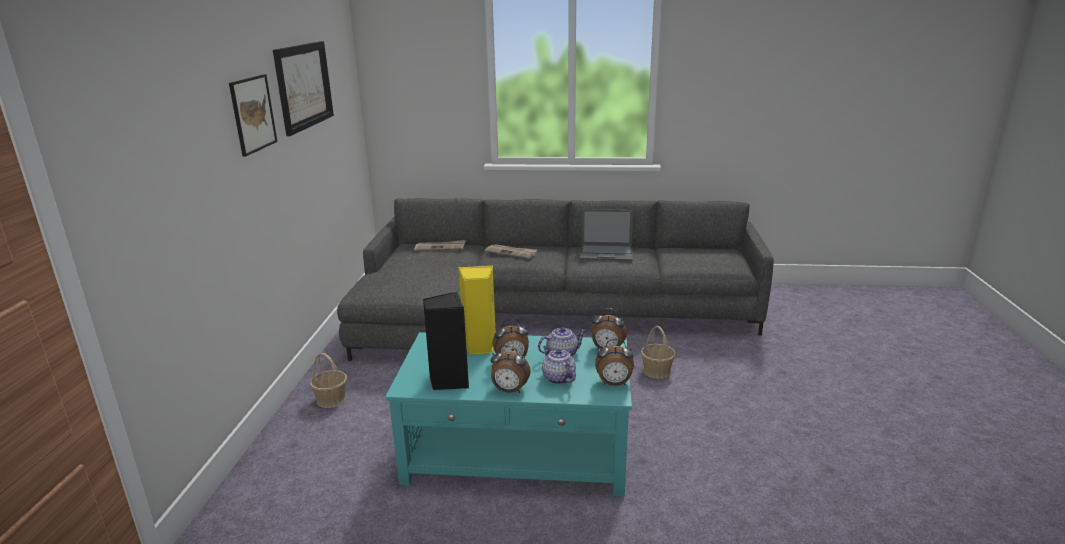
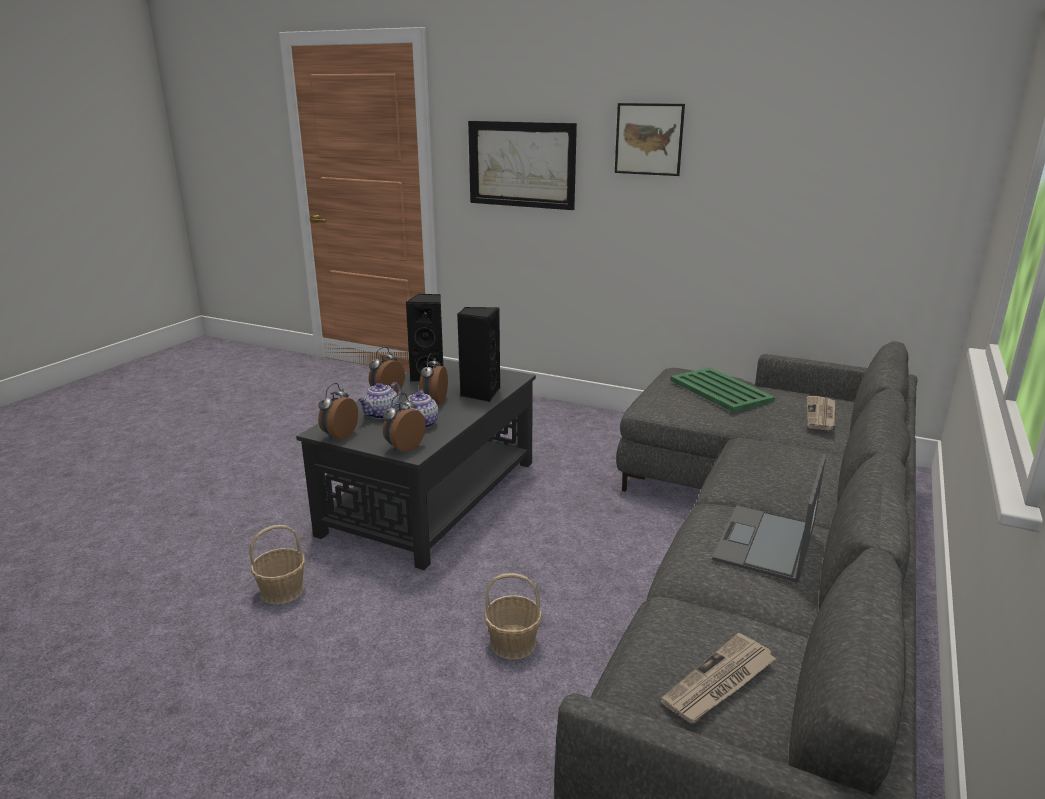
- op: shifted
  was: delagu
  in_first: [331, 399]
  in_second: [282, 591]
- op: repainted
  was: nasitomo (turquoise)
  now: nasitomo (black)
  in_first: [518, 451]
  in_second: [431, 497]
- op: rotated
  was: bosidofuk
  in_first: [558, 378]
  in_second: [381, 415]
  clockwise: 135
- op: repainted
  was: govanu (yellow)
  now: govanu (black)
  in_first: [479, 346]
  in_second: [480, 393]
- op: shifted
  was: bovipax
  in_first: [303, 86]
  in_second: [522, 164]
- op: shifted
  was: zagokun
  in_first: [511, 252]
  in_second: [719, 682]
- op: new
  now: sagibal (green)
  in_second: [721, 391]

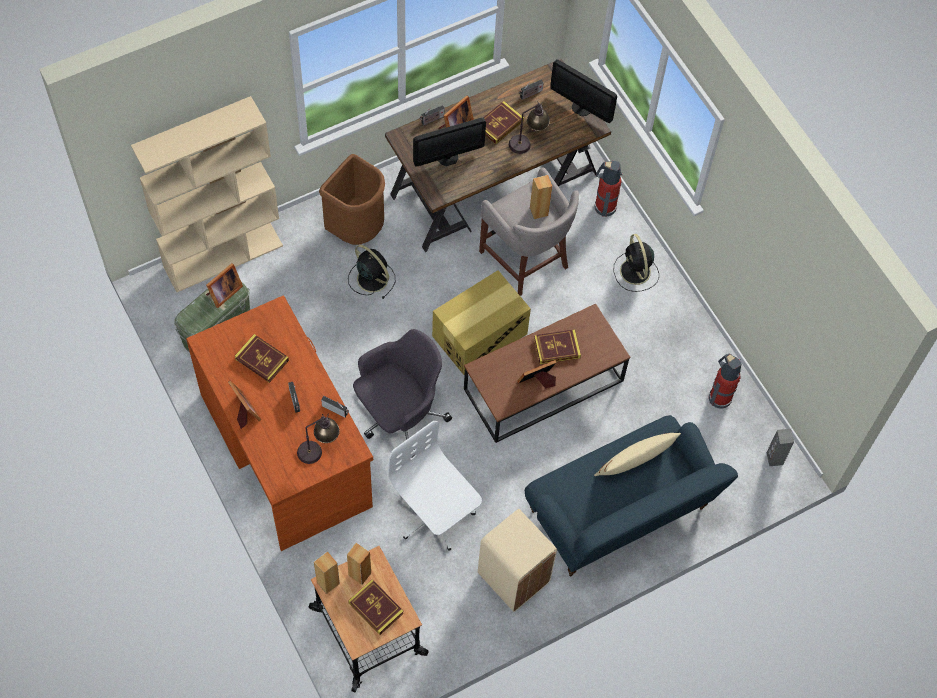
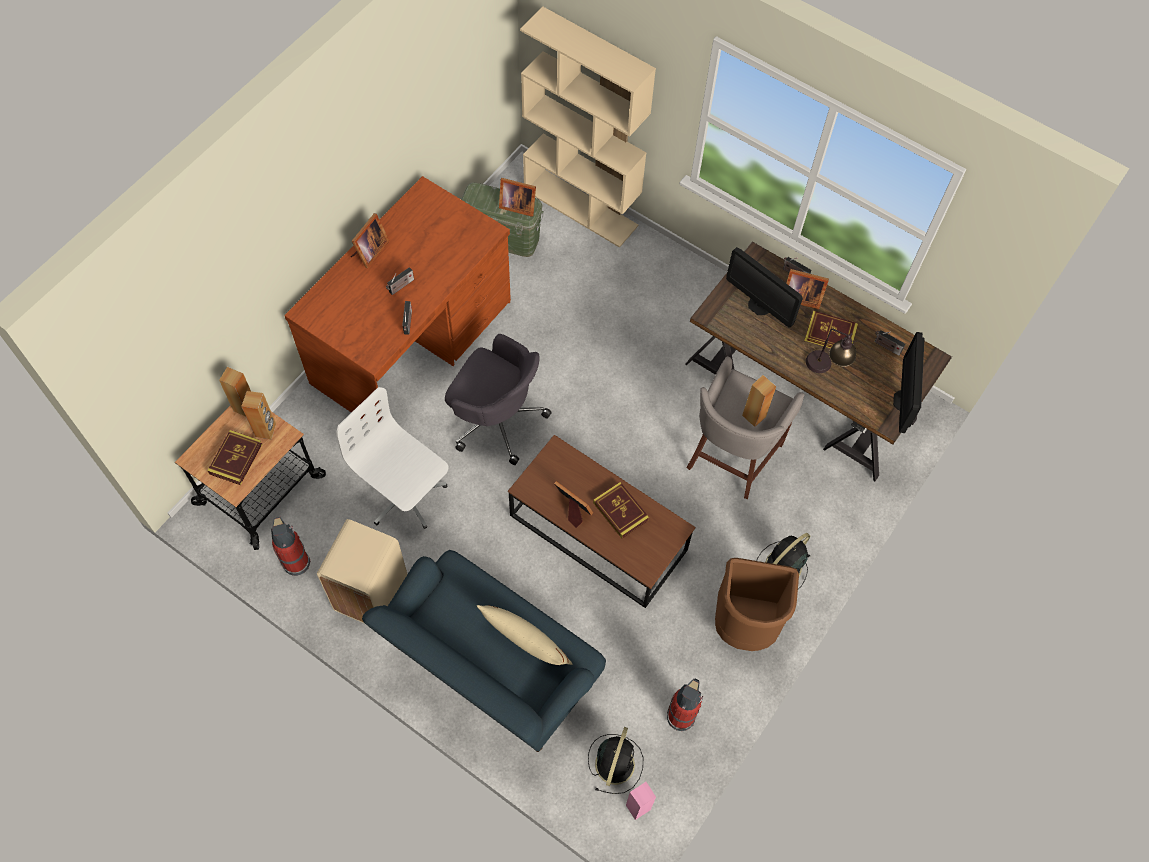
- op: shifted
  was: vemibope
  in_first: [604, 207]
  in_second: [296, 561]
- op: rotated
  was: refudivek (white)
  in_first: [435, 516]
  in_second: [405, 496]
  clockwise: -75
- op: shifted
  was: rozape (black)
  in_first: [371, 278]
  in_second: [615, 762]
- op: repainted
  was: govanu (grey)
  now: govanu (pink)
  in_first: [774, 458]
  in_second: [638, 807]
- op: shifted
  was: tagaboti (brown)
  in_first: [356, 229]
  in_second: [744, 626]
- op: gone
  was: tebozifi
  in_first: [262, 360]
- op: gone
  was: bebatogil
  in_first: [319, 449]
- op: gone
  was: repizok
  in_first: [480, 335]

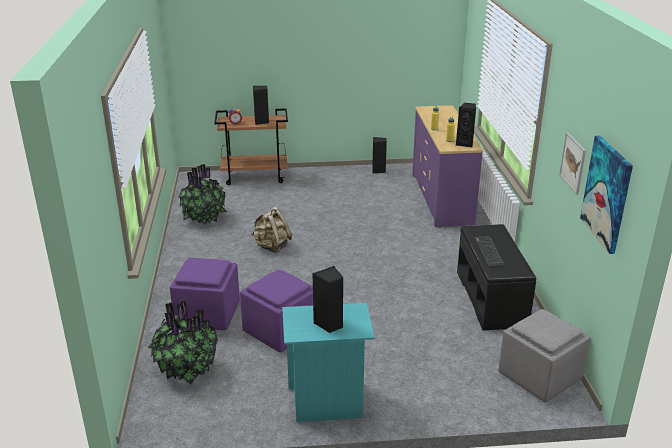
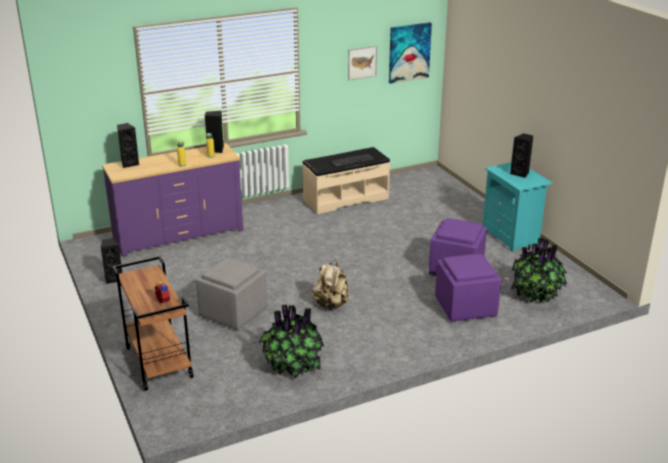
- op: shifted
  was: govanu (black)
  in_first: [261, 121]
  in_second: [129, 164]
- op: shifted
  was: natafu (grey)
  in_first: [539, 376]
  in_second: [232, 313]
- op: repainted
  was: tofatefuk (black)
  now: tofatefuk (beige)
  in_first: [491, 298]
  in_second: [345, 199]

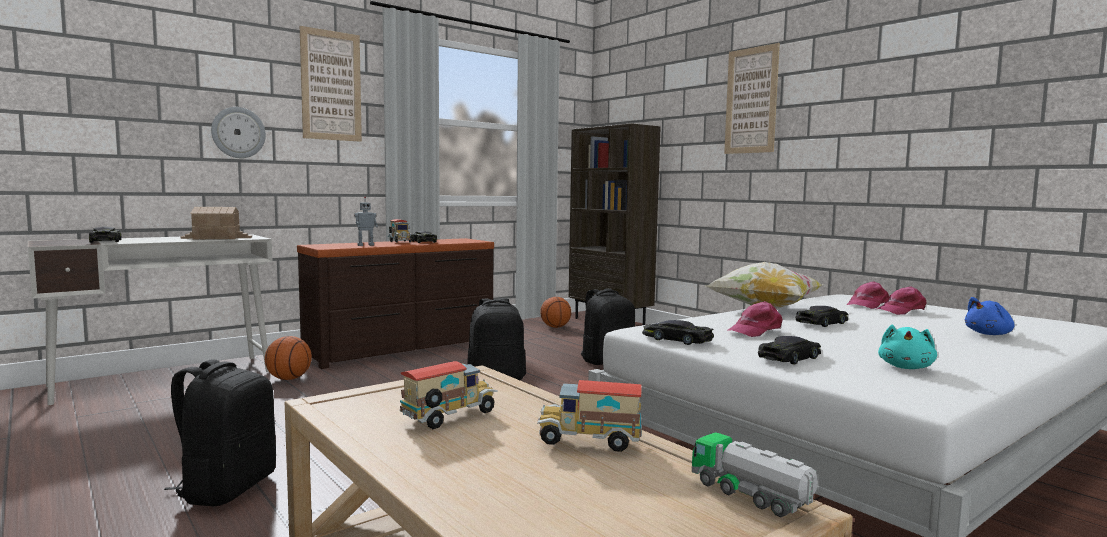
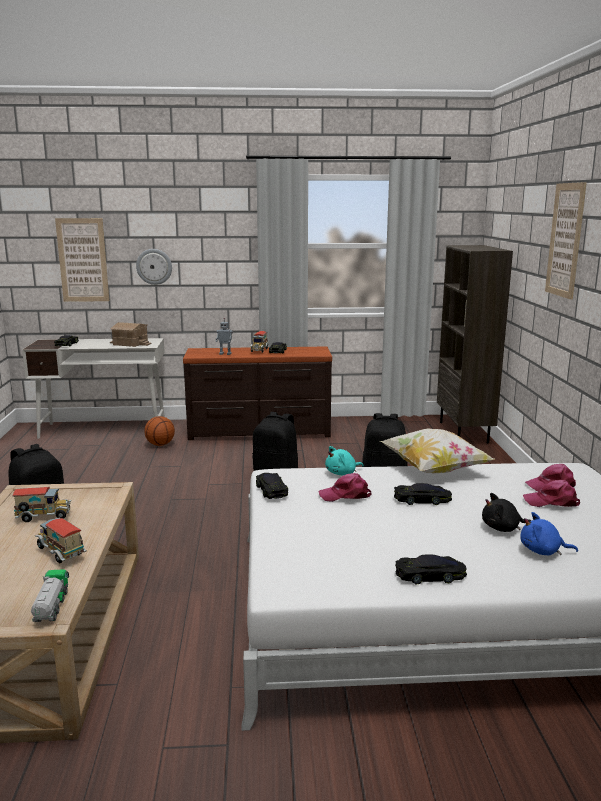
- op: shifted
  was: bovipax
  in_first: [331, 86]
  in_second: [83, 260]
- op: shifted
  was: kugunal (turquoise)
  in_first: [906, 367]
  in_second: [342, 473]
- op: shifted
  was: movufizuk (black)
  in_first: [790, 357]
  in_second: [430, 575]
- op: new
  now: kugunal (black)
  in_second: [503, 528]
- op: gone
  was: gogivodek
  in_first: [555, 327]

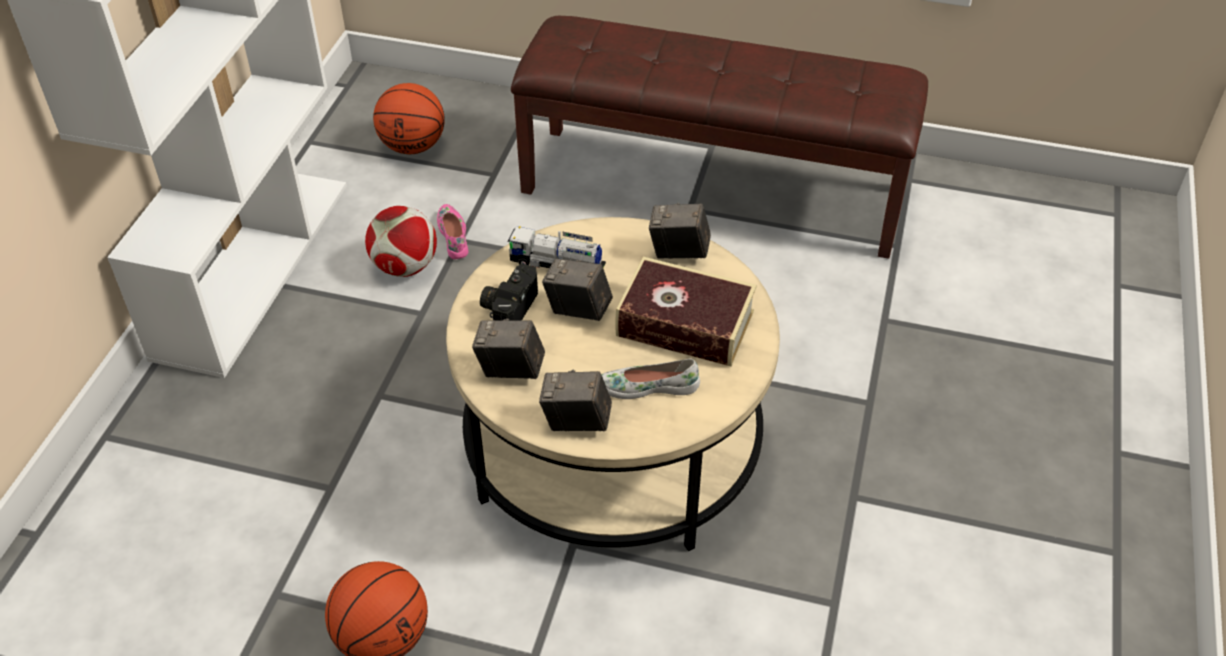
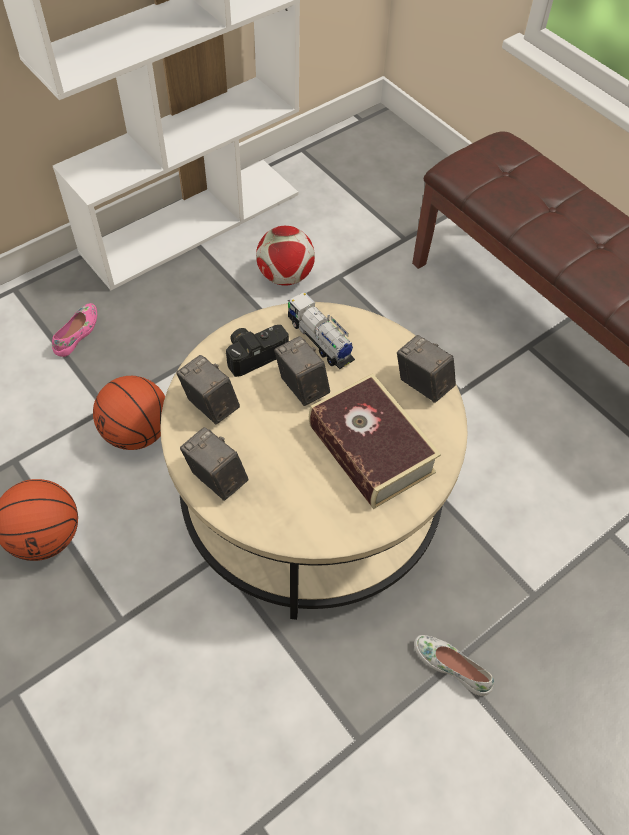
- op: shifted
  was: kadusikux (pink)
  in_first: [454, 236]
  in_second: [77, 333]
- op: shifted
  was: gogivodek
  in_first: [413, 146]
  in_second: [137, 432]
- op: shifted
  was: kadusikux (white)
  in_first: [647, 386]
  in_second: [452, 665]

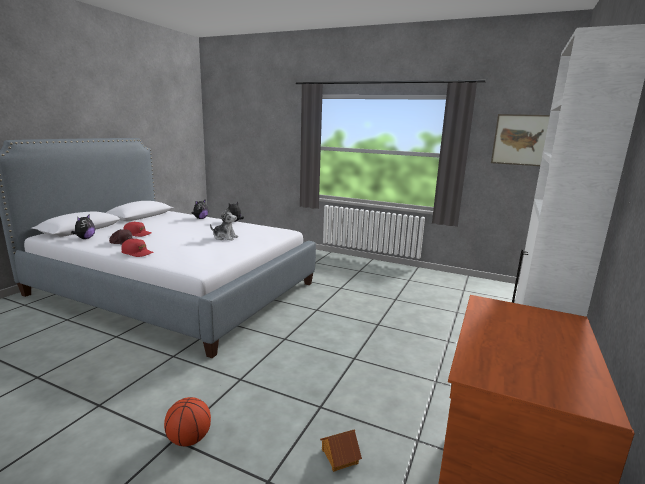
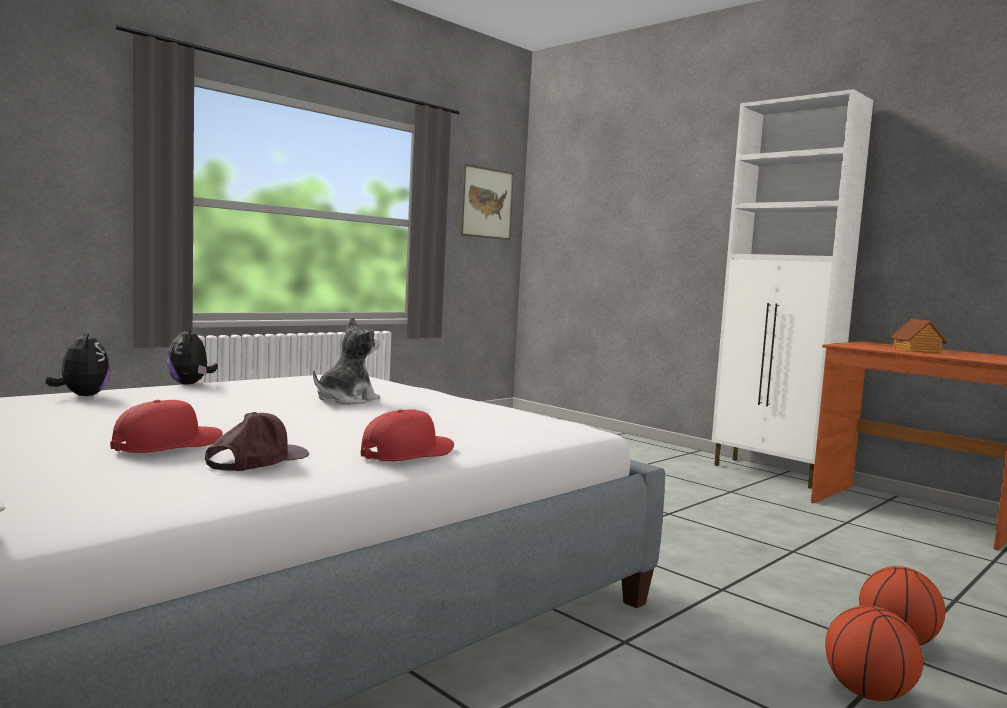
- op: new
  now: gogivodek
  in_second: [868, 694]
- op: shifted
  was: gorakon
  in_first: [339, 456]
  in_second: [917, 350]
- op: gone
  was: kugunal
  in_first: [85, 238]

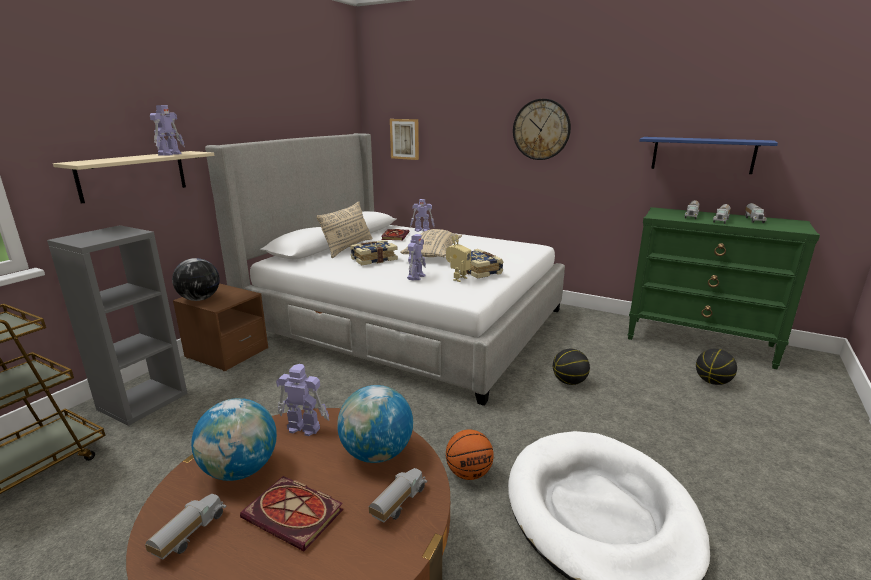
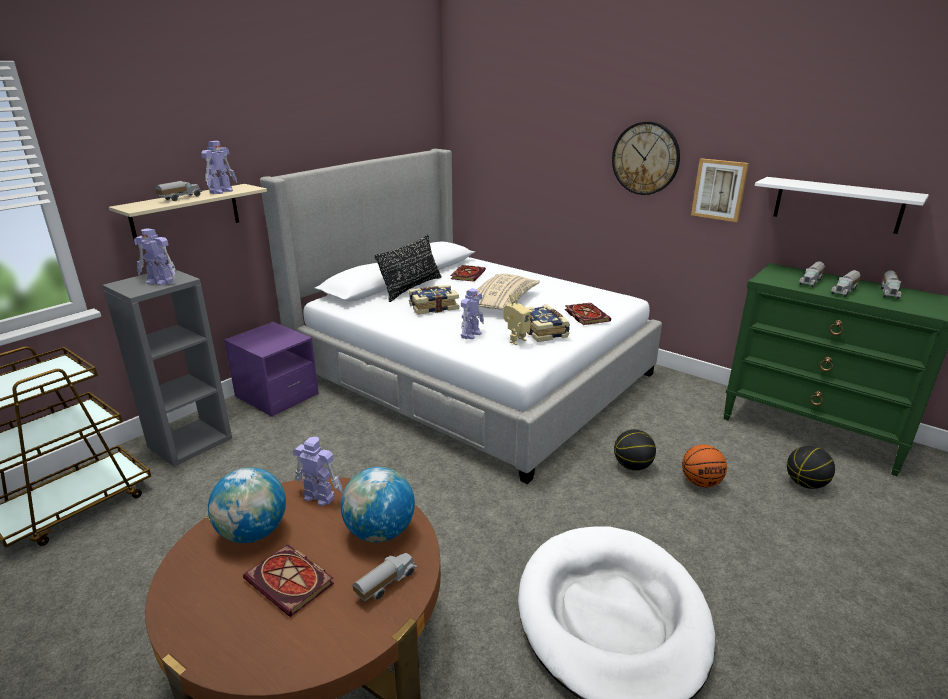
- op: shifted
  was: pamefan
  in_first: [422, 230]
  in_second: [160, 282]
- op: shifted
  was: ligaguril
  in_first: [189, 534]
  in_second: [180, 198]
- op: repainted
  was: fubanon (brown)
  now: fubanon (purple)
  in_first: [227, 353]
  in_second: [277, 396]
- op: repainted
  was: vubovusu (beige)
  now: vubovusu (black)
  in_first: [348, 247]
  in_second: [411, 288]
- op: new
  now: tebozifi
  in_second: [585, 315]
- op: shifted
  was: gogivodek
  in_first: [468, 473]
  in_second: [700, 482]
- op: shifted
  was: bovipax
  in_first: [405, 139]
  in_second: [719, 189]
- op: repainted
  was: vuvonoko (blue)
  now: vuvonoko (white)
  in_first: [702, 155]
  in_second: [837, 204]
- op: gone
  was: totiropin
  in_first: [199, 299]

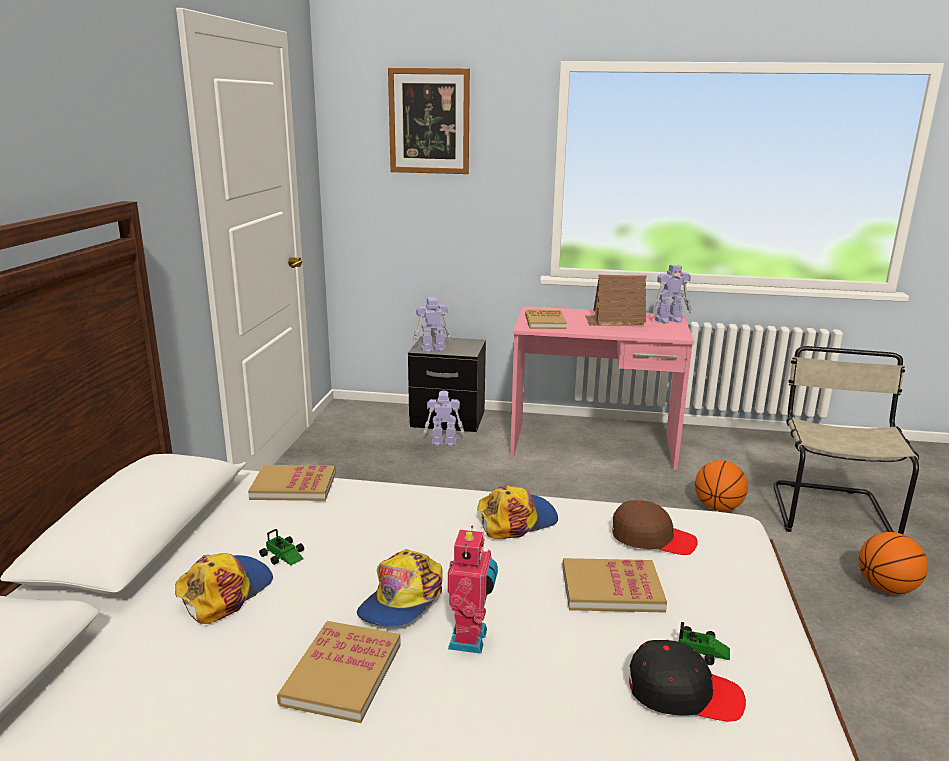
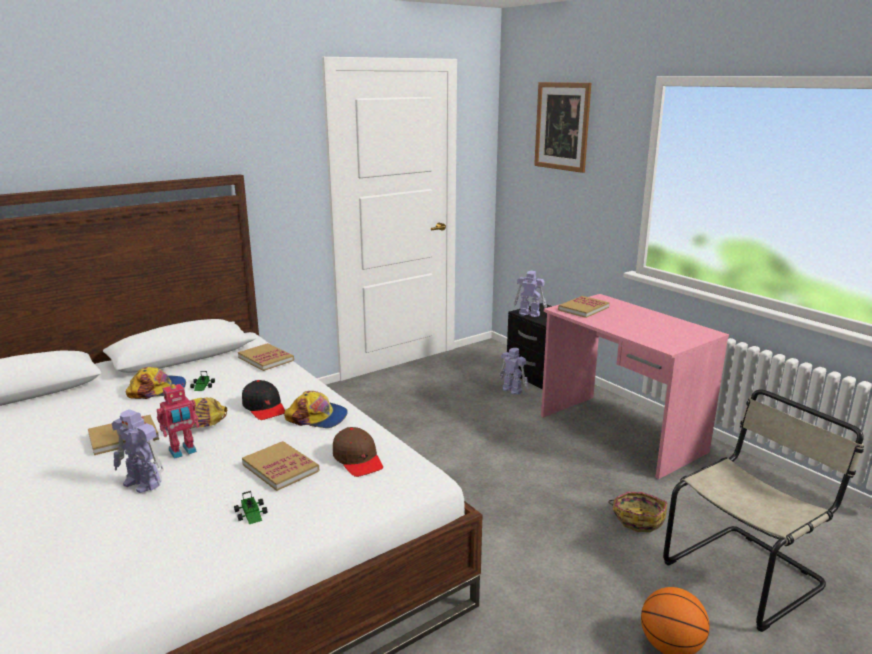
- op: shifted
  was: pamefan
  in_first: [669, 320]
  in_second: [143, 483]
- op: shifted
  was: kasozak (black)
  in_first: [683, 693]
  in_second: [264, 407]
- op: swapped
  was: gogivodek
  now: delagu
  in_first: [718, 507]
  in_second: [638, 518]
- op: gone
  was: gorakon
  in_first: [615, 321]

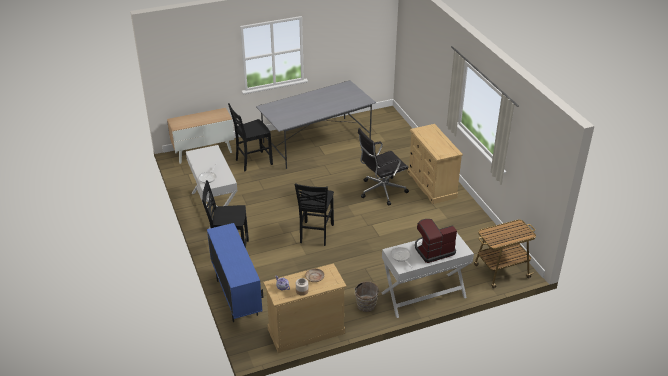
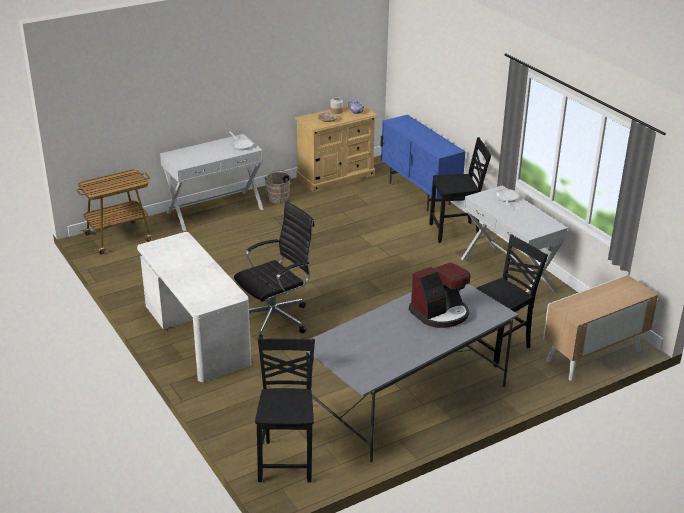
- op: swapped
  was: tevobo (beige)
  now: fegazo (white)
  in_first: [431, 185]
  in_second: [195, 335]
- op: shifted
  was: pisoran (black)
  in_first: [315, 234]
  in_second: [287, 460]
- op: shifted
  was: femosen
  in_first: [433, 250]
  in_second: [440, 313]

